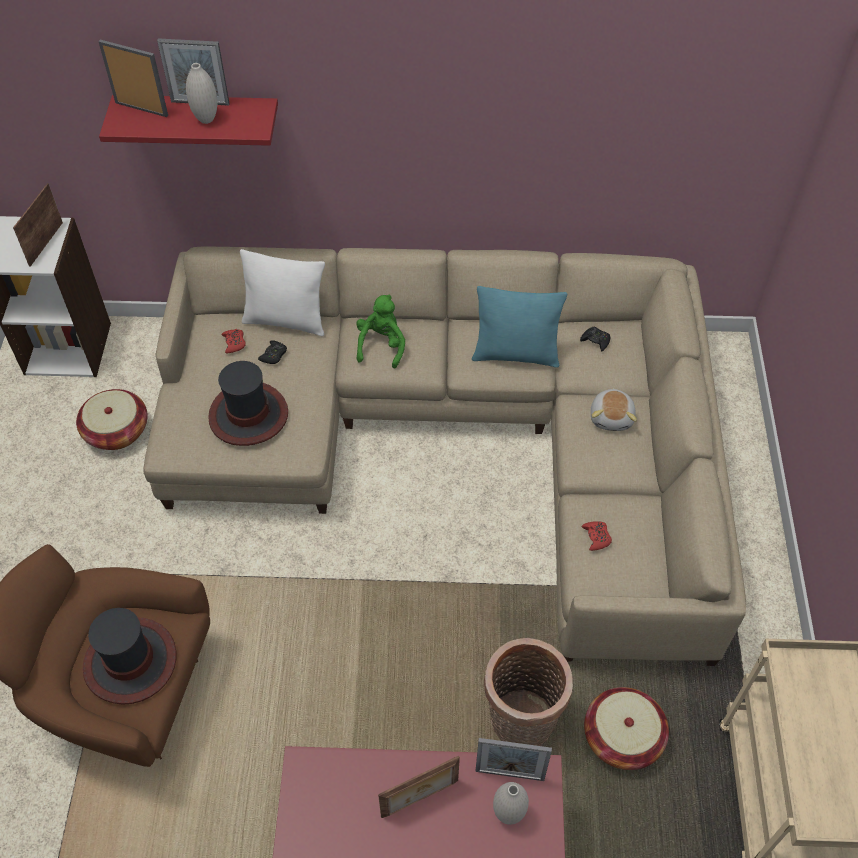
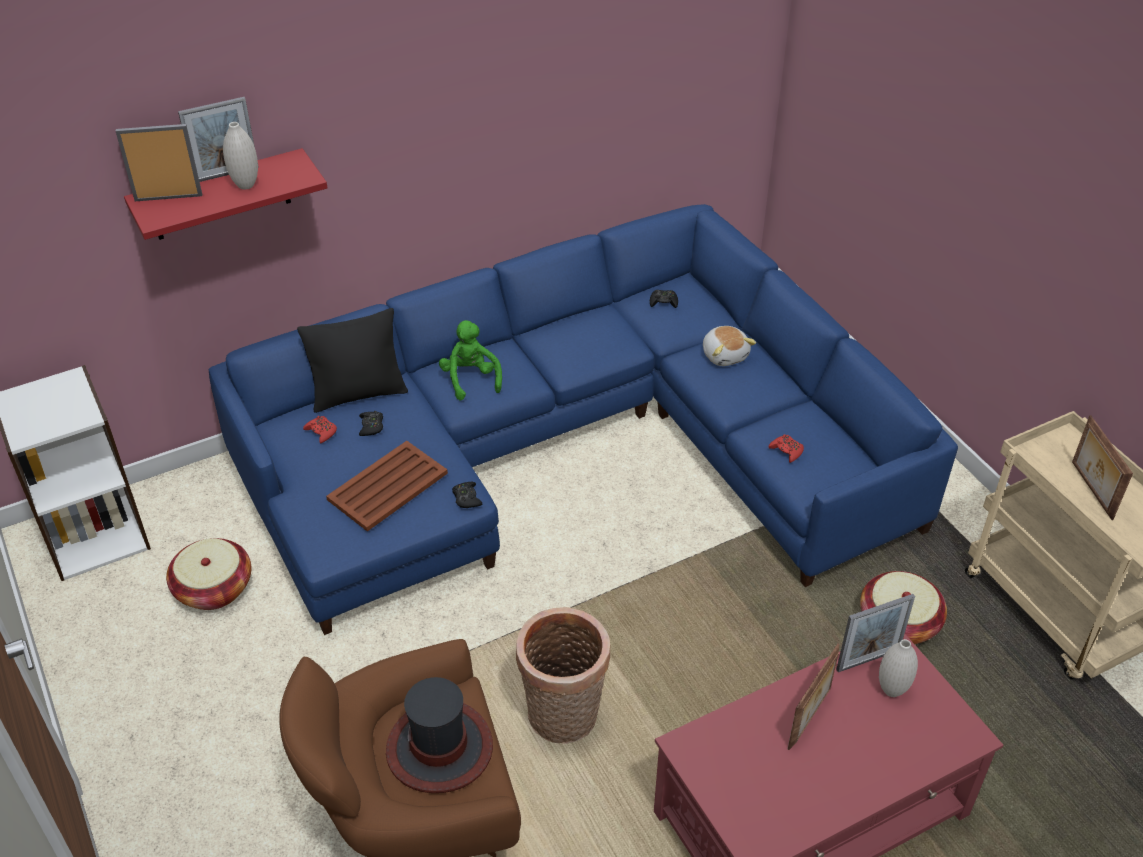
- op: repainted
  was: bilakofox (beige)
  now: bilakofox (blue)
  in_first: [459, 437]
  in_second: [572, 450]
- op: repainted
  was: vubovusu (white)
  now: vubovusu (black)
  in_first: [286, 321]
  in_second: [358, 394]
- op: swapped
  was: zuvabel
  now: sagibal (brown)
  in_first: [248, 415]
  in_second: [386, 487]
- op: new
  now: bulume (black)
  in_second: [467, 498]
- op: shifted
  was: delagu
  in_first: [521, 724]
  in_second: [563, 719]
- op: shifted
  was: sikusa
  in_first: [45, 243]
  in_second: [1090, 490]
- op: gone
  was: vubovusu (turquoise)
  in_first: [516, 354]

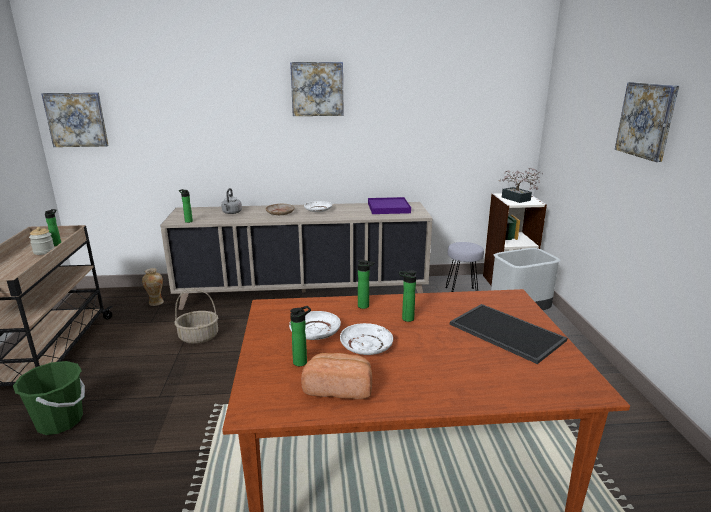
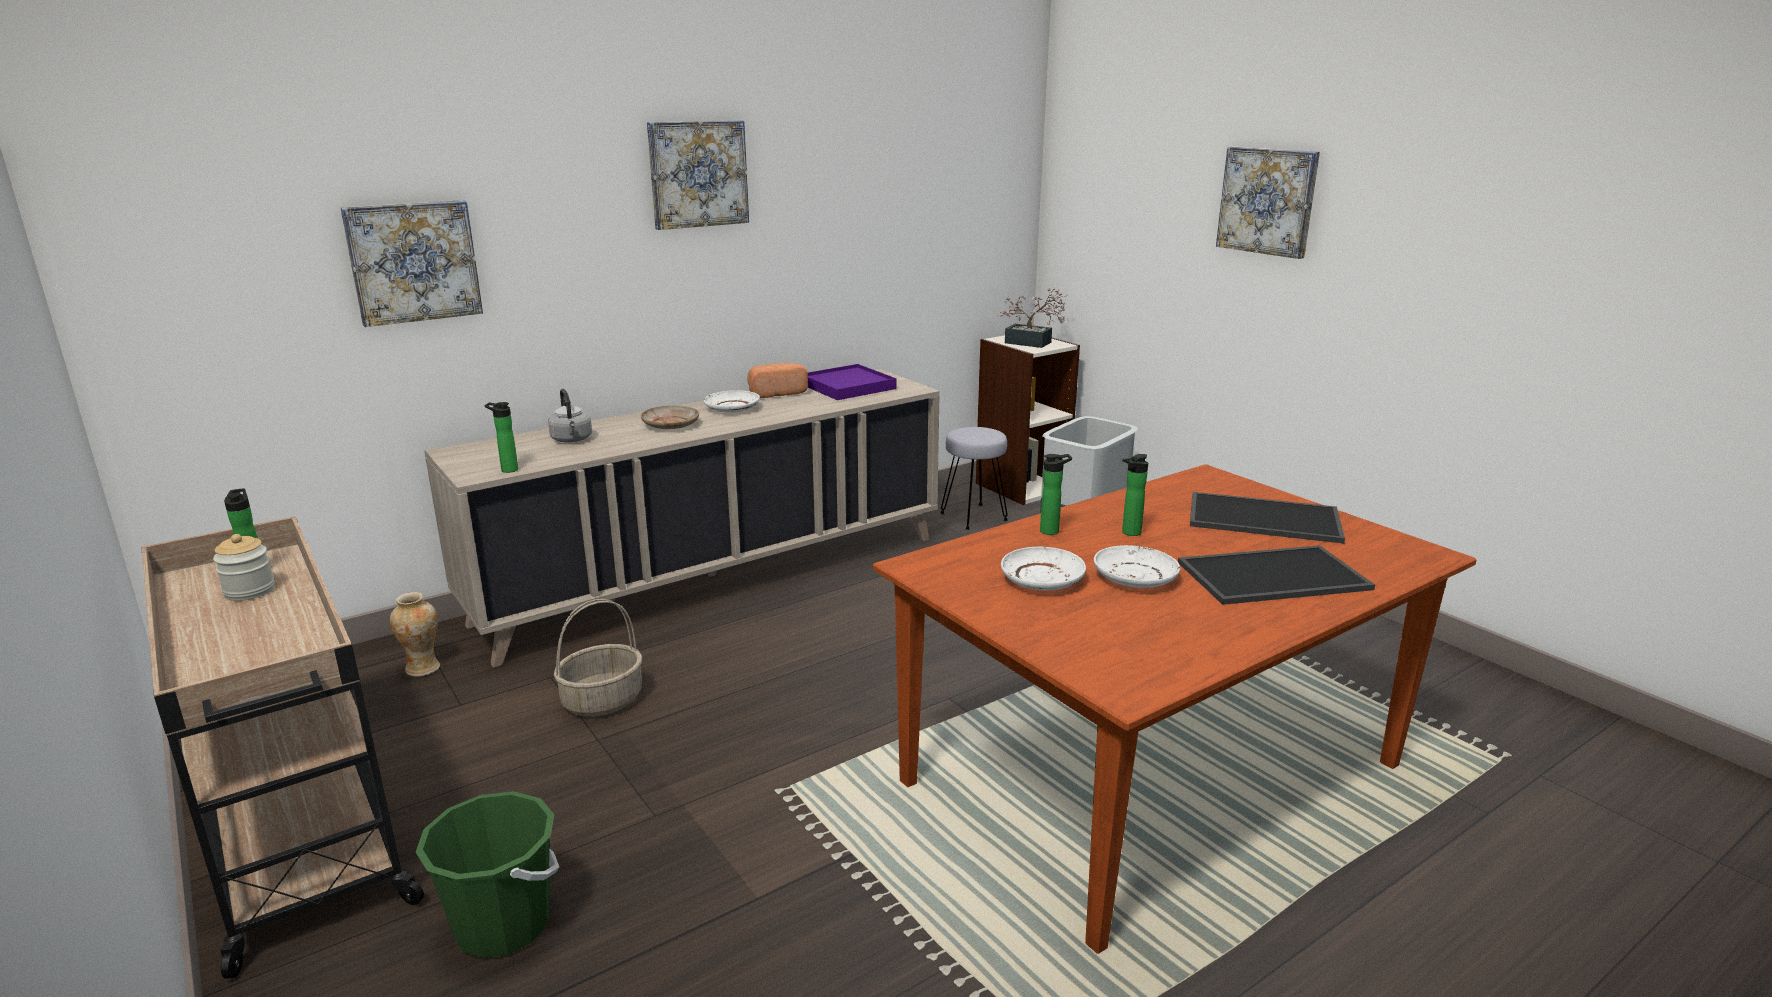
- op: shifted
  was: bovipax
  in_first: [76, 119]
  in_second: [413, 262]
- op: shifted
  was: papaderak
  in_first: [339, 388]
  in_second: [776, 393]
- op: new
  now: sagibal
  in_second: [1273, 577]
- op: gone
  was: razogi
  in_first: [302, 362]

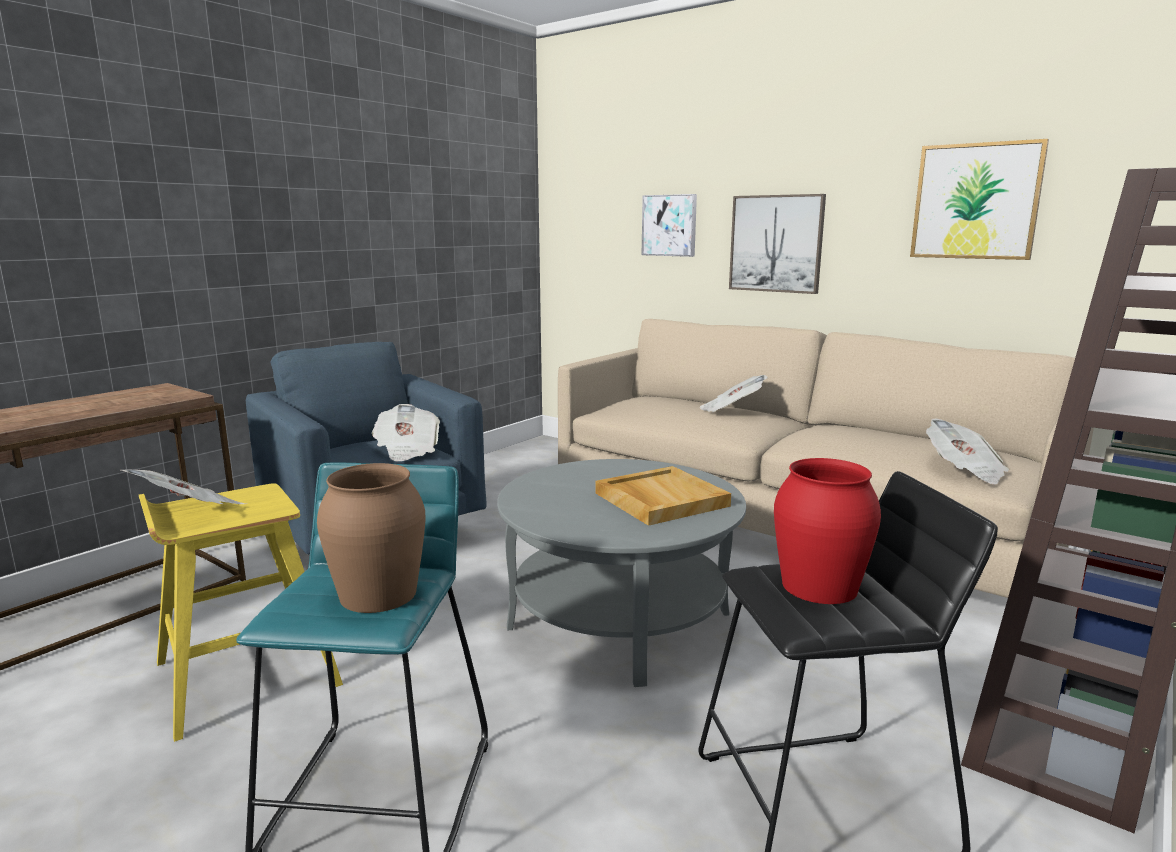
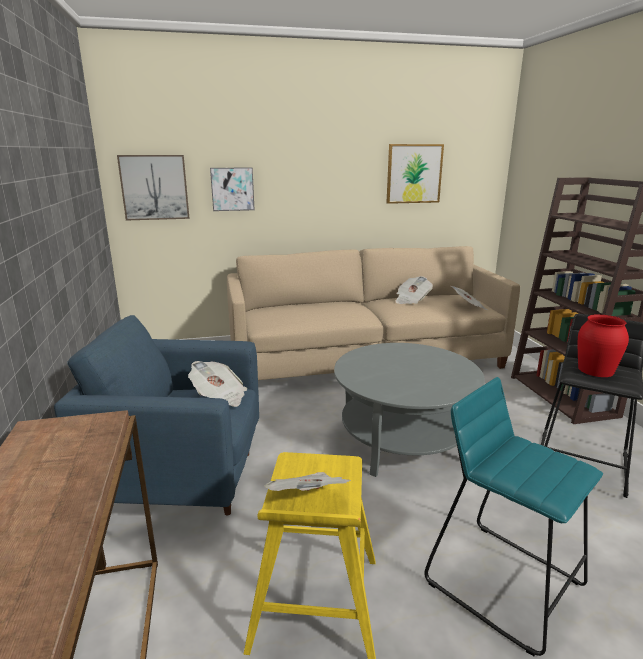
- op: shifted
  was: bovipax
  in_first: [776, 243]
  in_second: [154, 187]
- op: shifted
  was: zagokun
  in_first: [731, 410]
  in_second: [411, 300]
- op: gone
  was: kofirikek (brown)
  in_first: [379, 593]
- op: gone
  was: sagibal (beige)
  in_first: [660, 499]

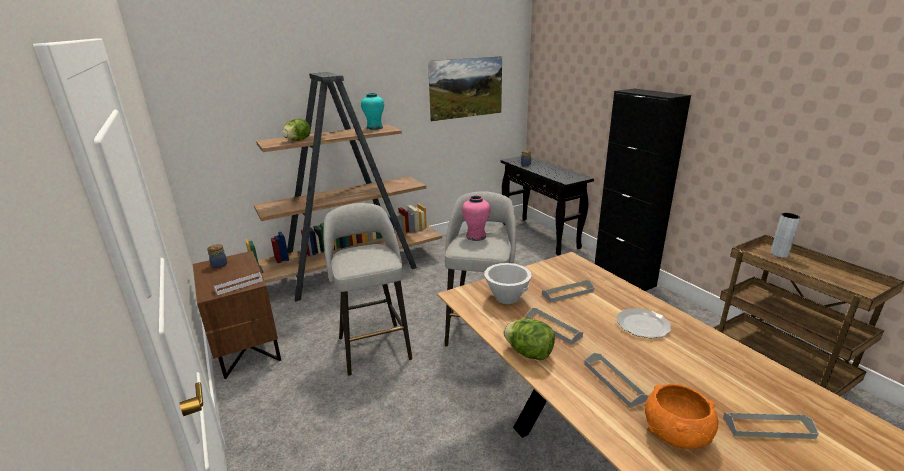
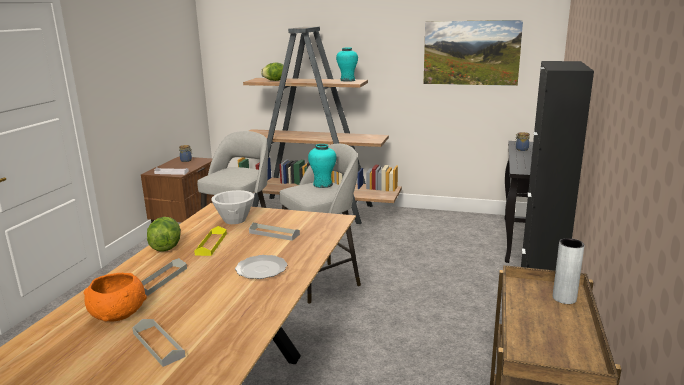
- op: repainted
  was: sagibal (grey)
  now: sagibal (yellow)
  in_first: [553, 328]
  in_second: [211, 244]
- op: repainted
  was: kofirikek (pink)
  now: kofirikek (turquoise)
  in_first: [476, 236]
  in_second: [322, 184]

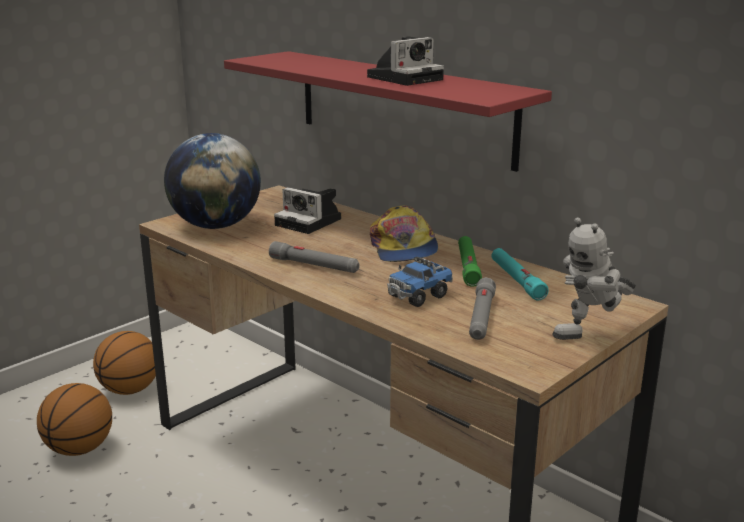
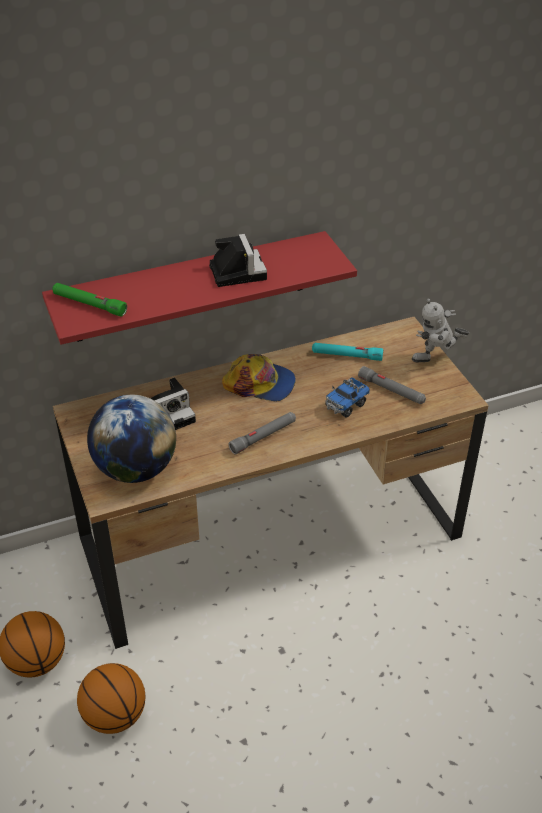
- op: shifted
  was: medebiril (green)
  in_first: [468, 267]
  in_second: [89, 304]
- op: rotated
  was: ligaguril
  in_first: [418, 296]
  in_second: [346, 405]
  clockwise: 60
- op: rotated
  was: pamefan
  in_first: [591, 335]
  in_second: [436, 360]
  clockwise: 75

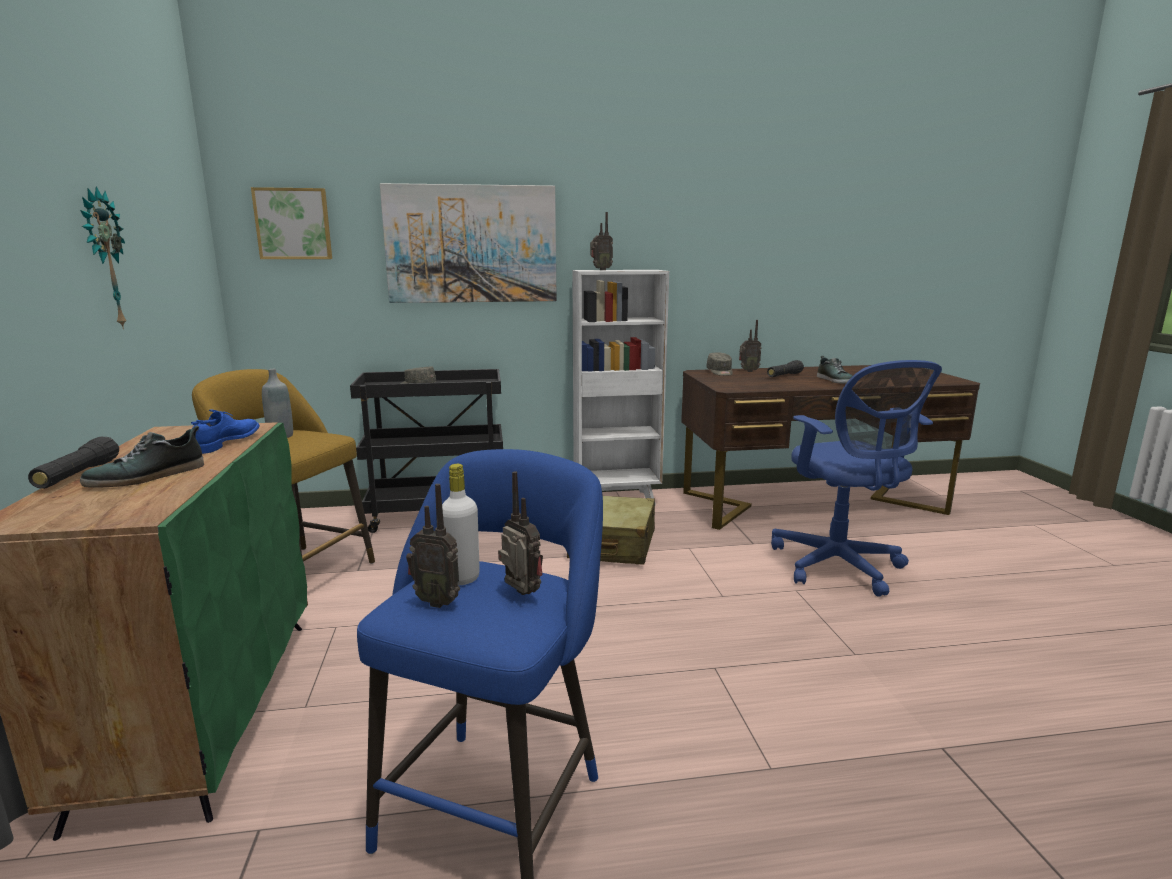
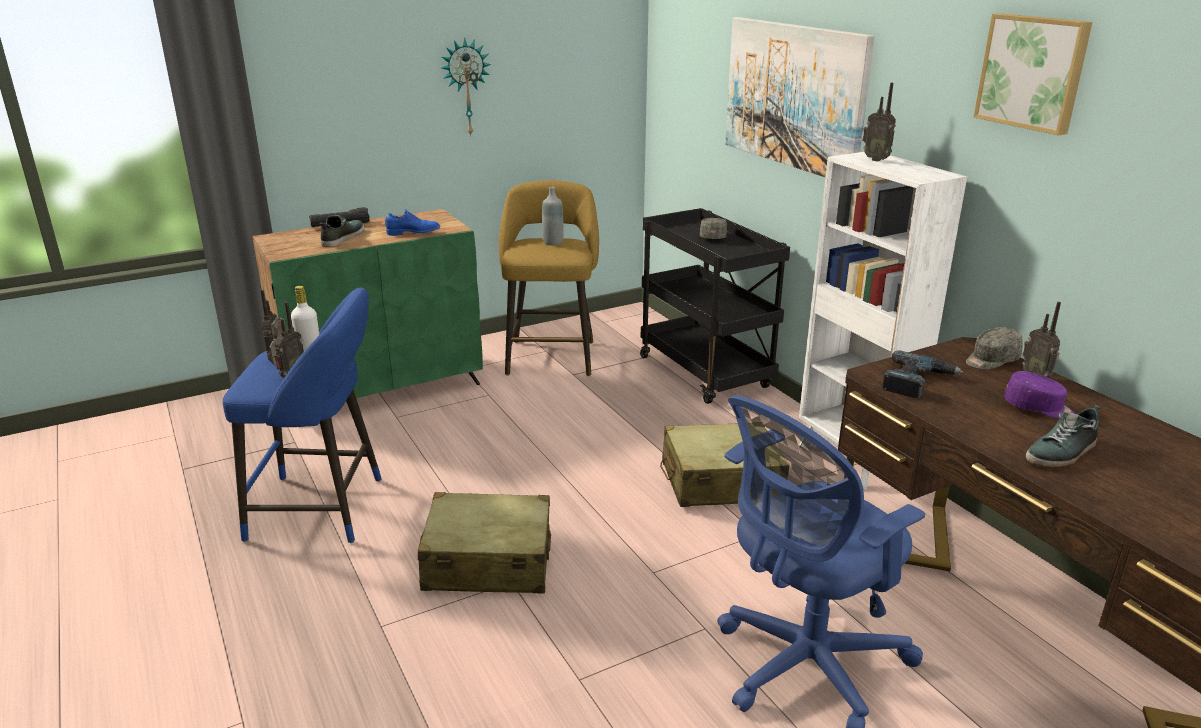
- op: rotated
  was: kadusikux
  in_first: [147, 476]
  in_second: [342, 237]
  clockwise: 90
- op: new
  now: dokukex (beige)
  in_second: [488, 562]
- op: new
  now: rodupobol
  in_second: [917, 382]
- op: shifted
  was: bovipax
  in_first: [293, 224]
  in_second: [1033, 72]
- op: swapped
  was: medebiril (black)
  now: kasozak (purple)
  in_first: [784, 375]
  in_second: [1038, 408]

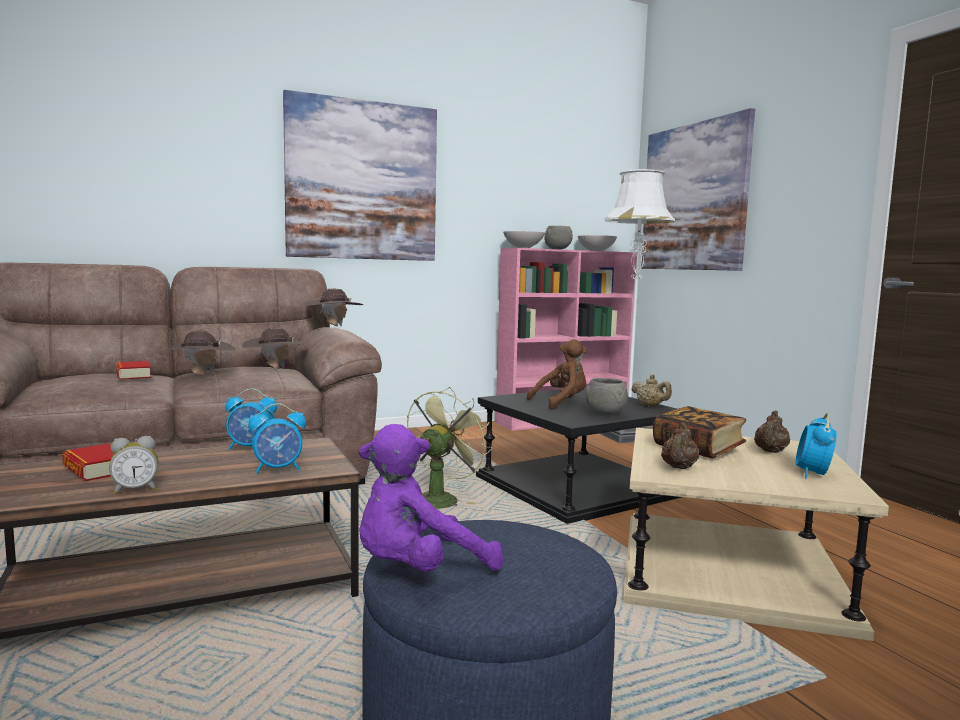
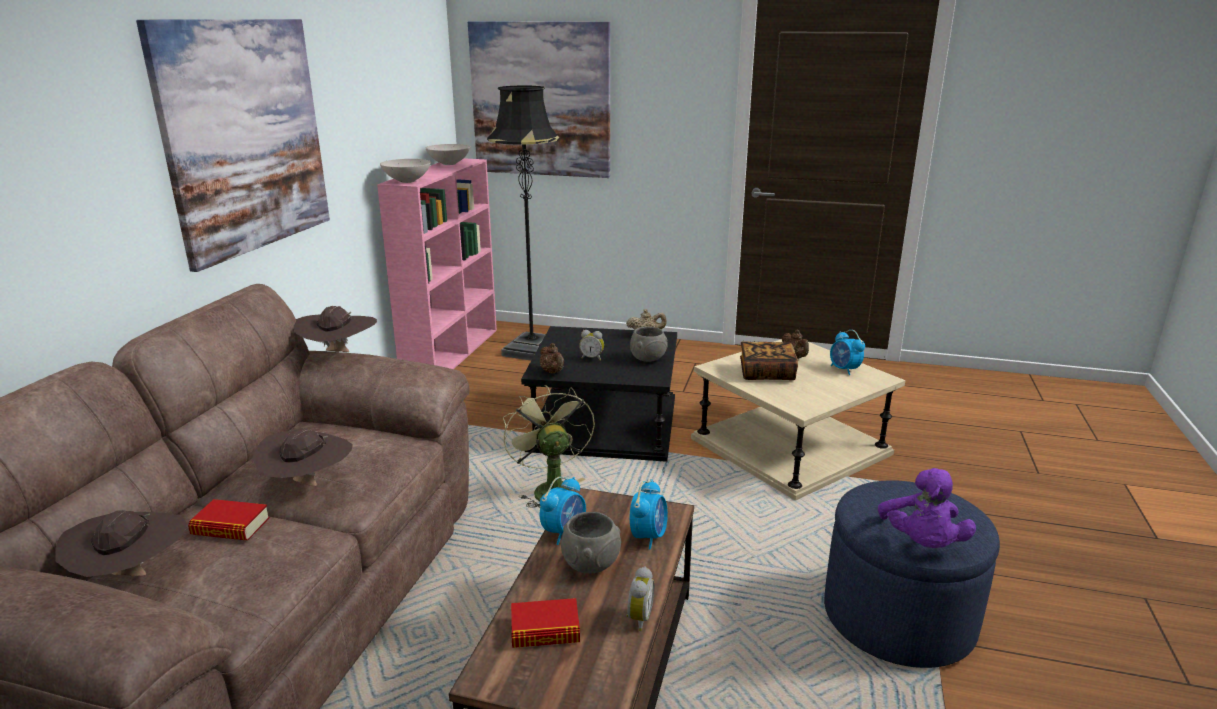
- op: shifted
  was: zuvabel (brown)
  in_first: [275, 370]
  in_second: [133, 576]
- op: repainted
  was: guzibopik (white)
  now: guzibopik (black)
  in_first: [627, 436]
  in_second: [532, 351]
- op: shifted
  was: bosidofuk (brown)
  in_first: [678, 468]
  in_second: [553, 372]
- op: shifted
  was: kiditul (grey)
  in_first: [557, 249]
  in_second: [590, 564]
- op: swapped
  was: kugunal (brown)
  now: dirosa
  in_first: [561, 403]
  in_second: [592, 358]

